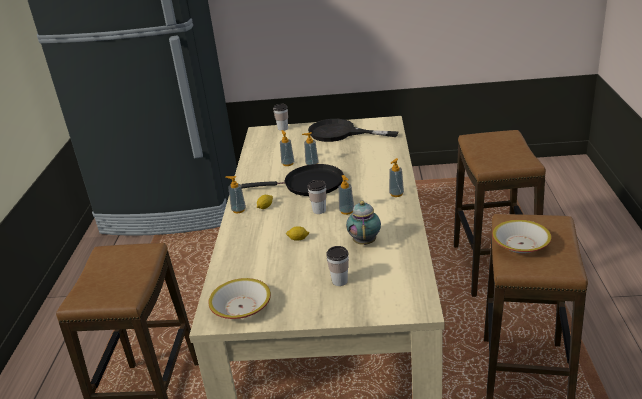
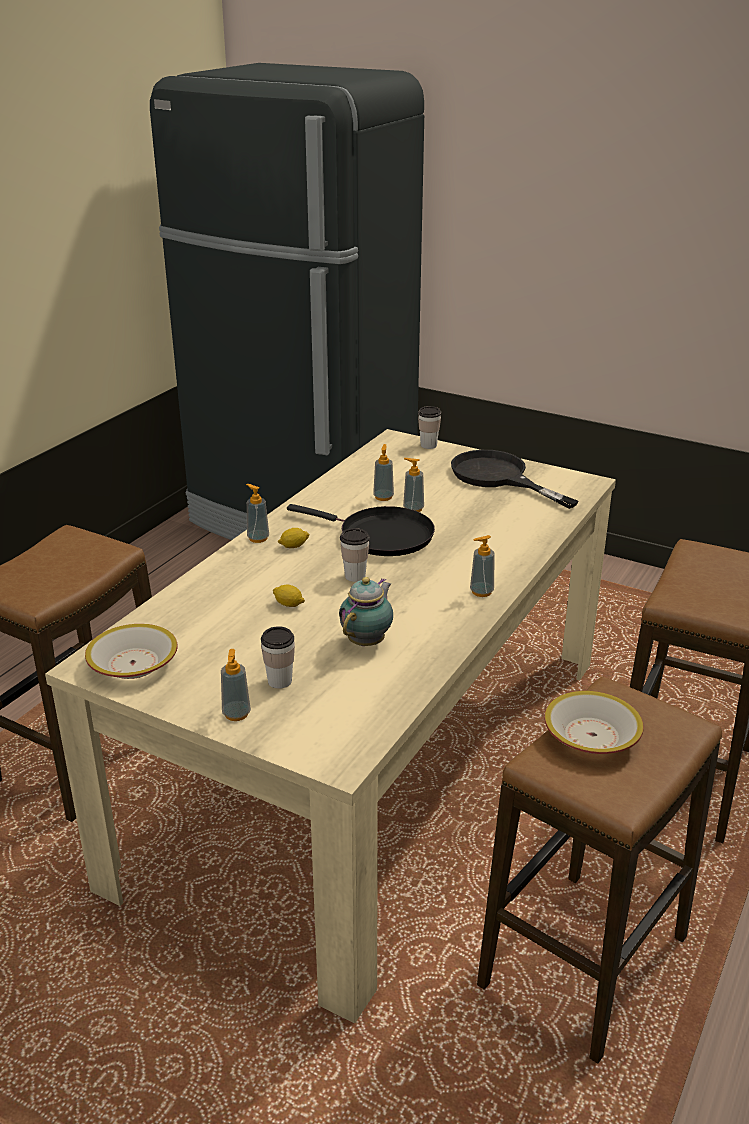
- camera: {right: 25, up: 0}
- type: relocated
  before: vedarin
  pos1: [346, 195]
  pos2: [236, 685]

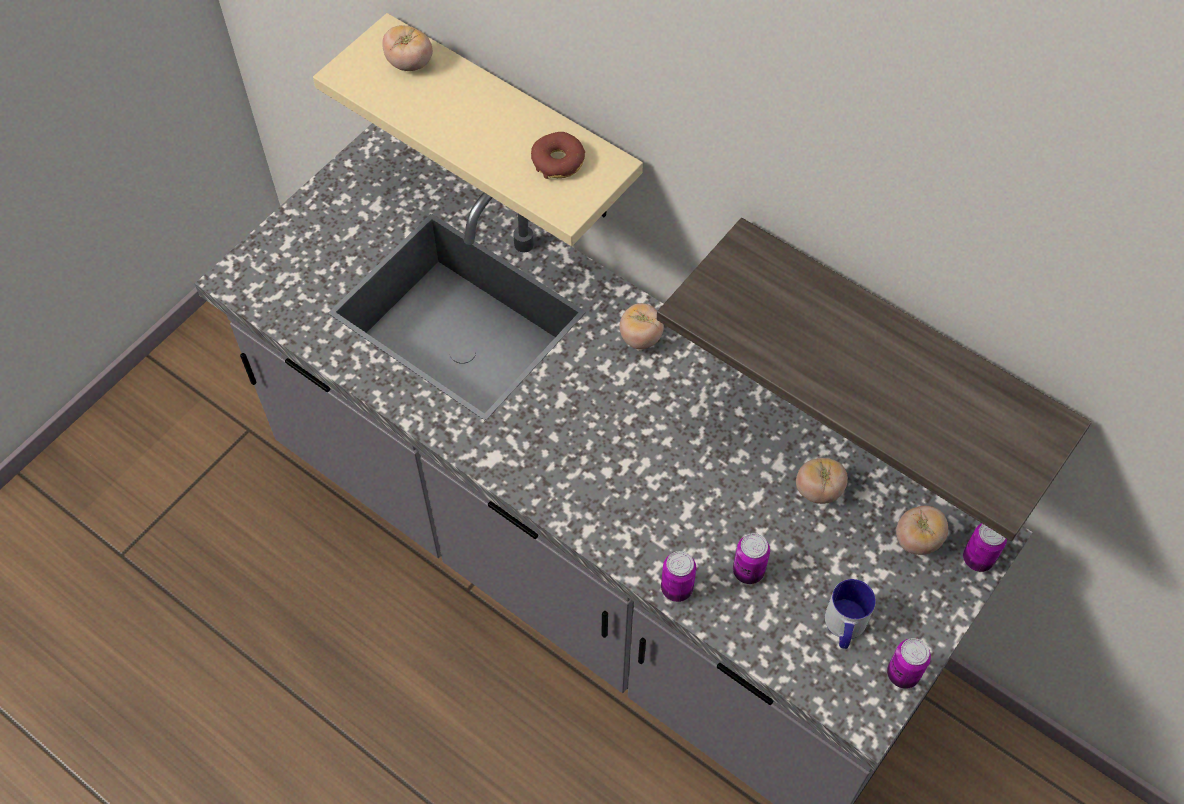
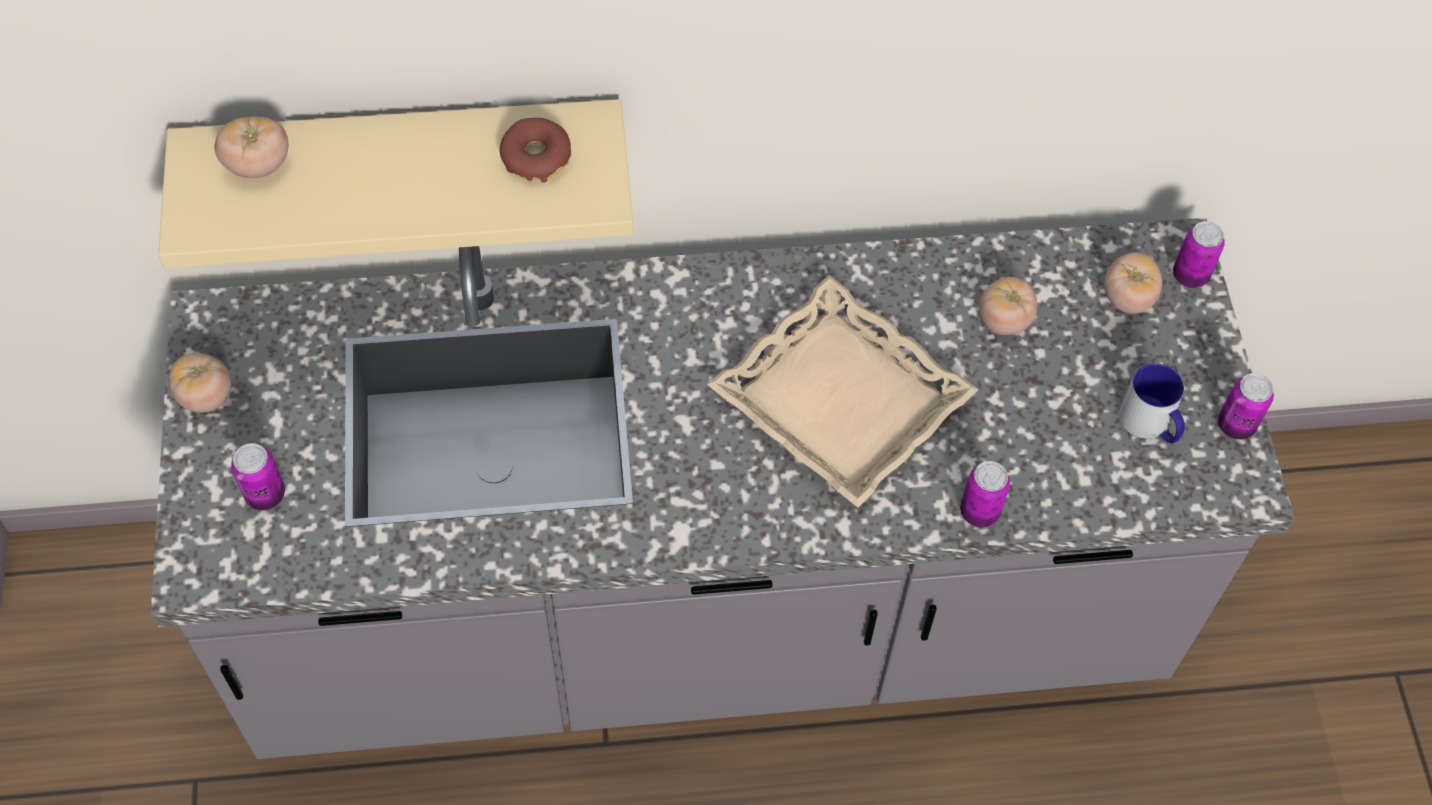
- camera: {right: -45, up: 0}
- type: missing
  before: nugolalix
  pos1: [874, 379]
- type: appeared
  after: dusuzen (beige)
  pos2: [843, 391]
- type: relocated
  before: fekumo
  pos1: [641, 326]
  pos2: [200, 383]
- type: relocated
  before: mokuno
  pos1: [751, 558]
  pos2: [258, 476]

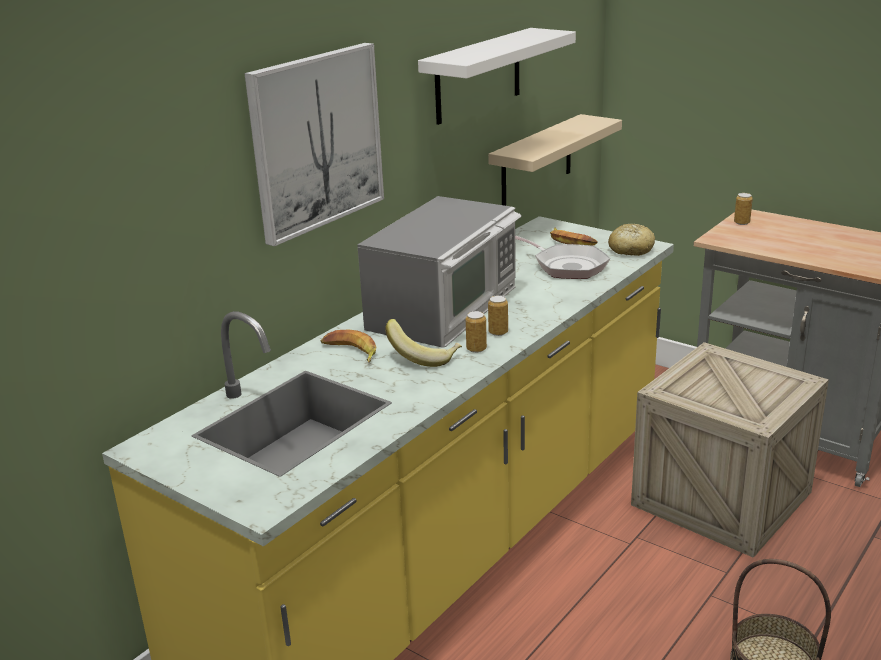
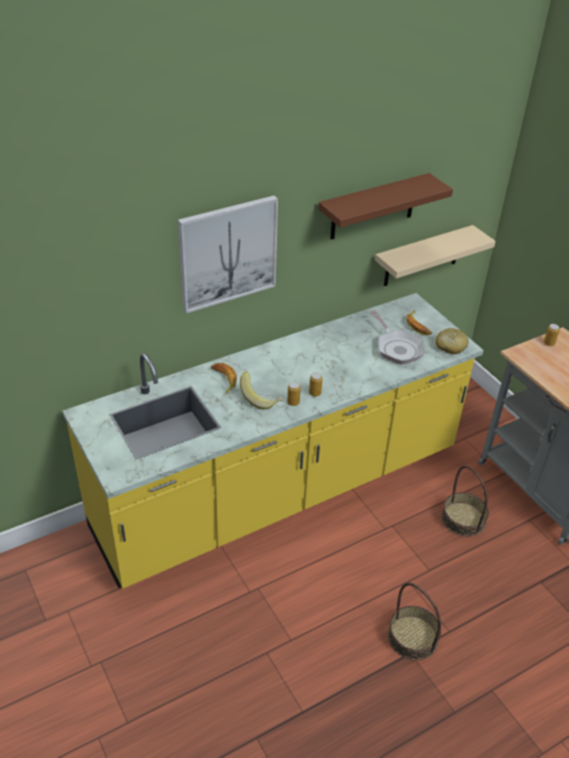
- camera: {right: 20, up: 15}
- type: missing
  before: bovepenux
  pos1: [439, 272]
- type: exchanged
  before: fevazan
  after: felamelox
  pos1: [730, 450]
  pos2: [465, 501]
- type: colour
  before: nugolalix (white)
  after: nugolalix (brown)
  pos1: [497, 76]
  pos2: [385, 206]

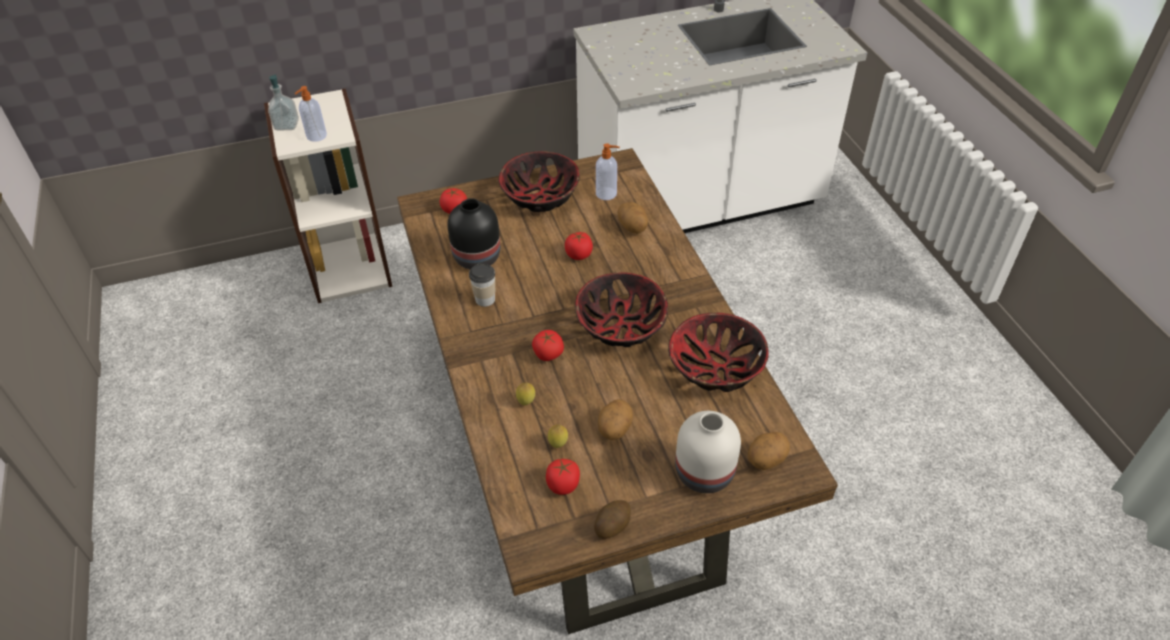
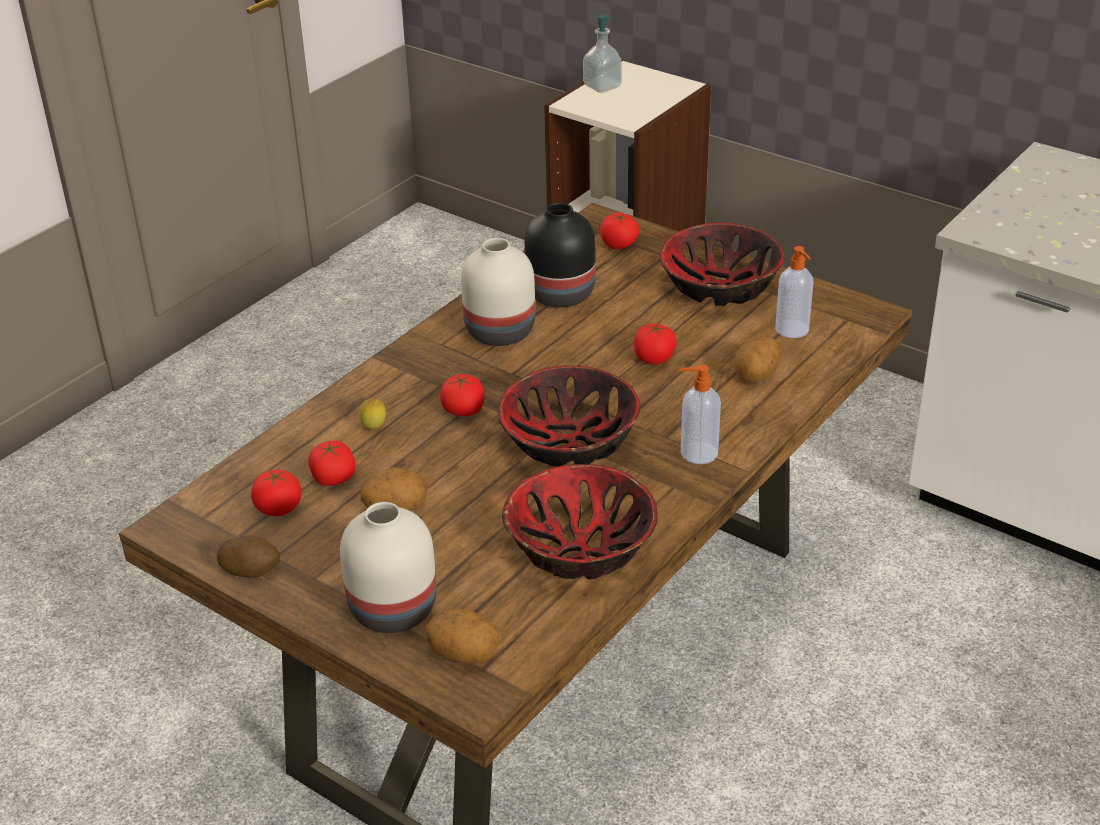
- camera: {right: 55, up: -10}
- type: relocated
  before: vedarin
  pos1: [311, 114]
  pos2: [700, 414]
- type: exchanged
  before: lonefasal
  after: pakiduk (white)
  pos1: [482, 285]
  pos2: [498, 292]
- type: exchanged
  before: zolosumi
  after: fekumo
  pos1: [558, 436]
  pos2: [331, 463]

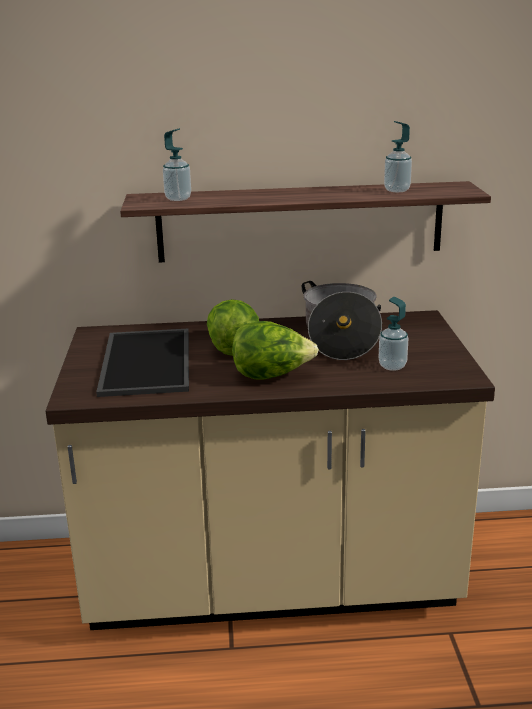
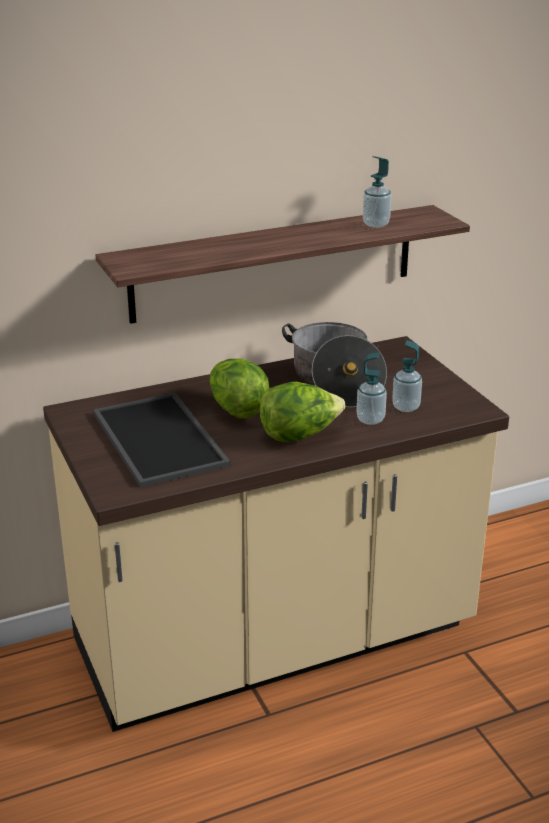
- camera: {right: -20, up: 5}
- type: relocated
  before: vedarin
  pos1: [177, 164]
  pos2: [372, 388]

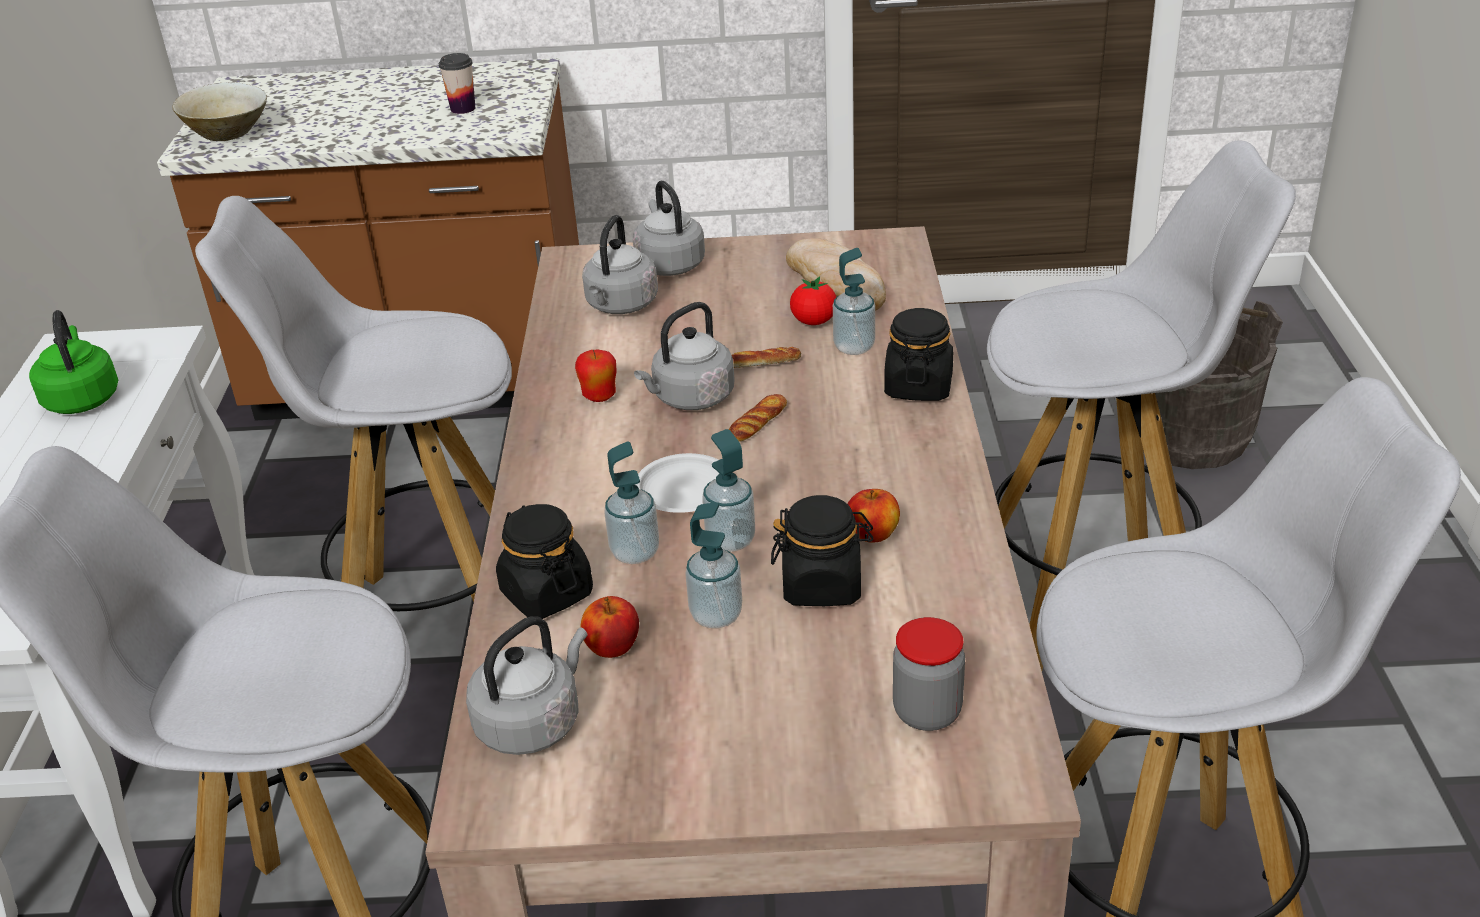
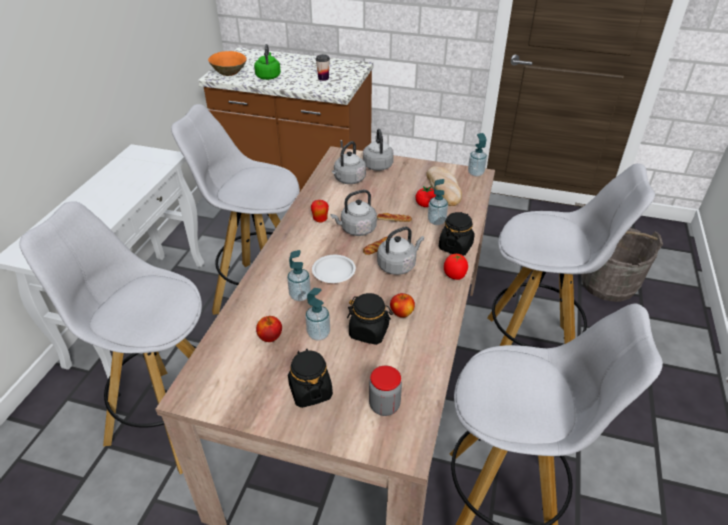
- camera: {right: 15, up: 5}
- type: appeared
  after: fekumo
  pos2: [456, 267]
- type: relocated
  before: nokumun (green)
  pos1: [73, 362]
  pos2: [267, 62]
- type: relocated
  before: nokumun (grey)
  pos1: [526, 685]
  pos2: [400, 251]
- type: relocated
  before: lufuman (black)
  pos1: [544, 561]
  pos2: [310, 378]
- type: relocated
  before: vedarin
  pos1: [728, 490]
  pos2: [477, 154]
- type: colour
  before: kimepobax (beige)
  after: kimepobax (orange)
  pos1: [219, 111]
  pos2: [227, 63]

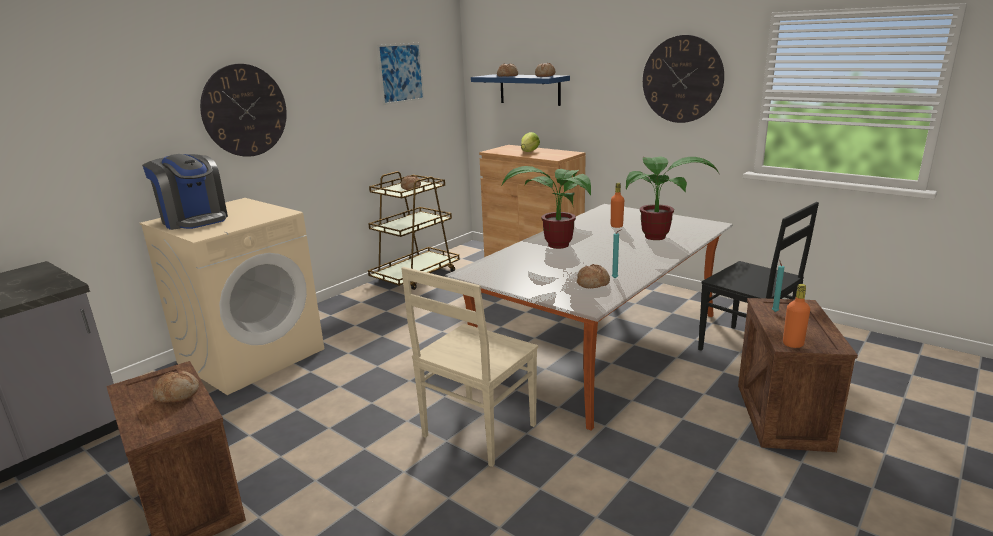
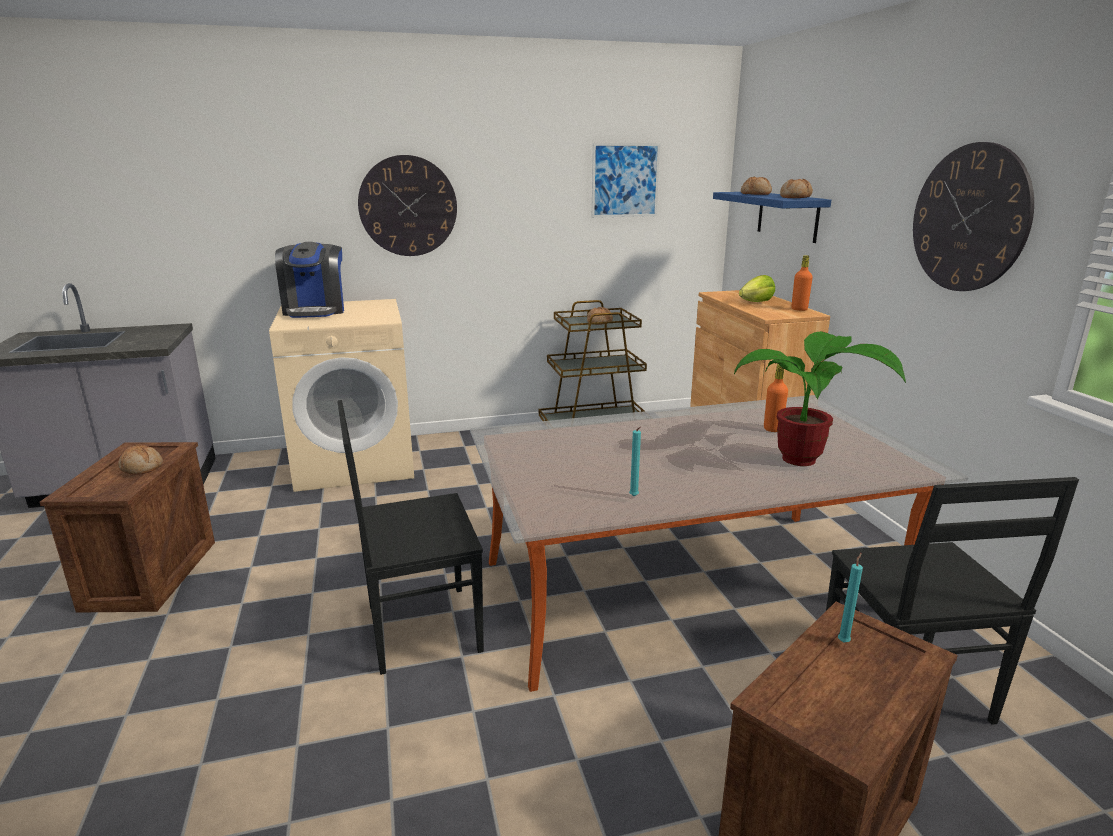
- camera: {right: 35, up: 0}
- type: missing
  before: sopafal
  pos1: [546, 207]
- type: missing
  before: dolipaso
  pos1: [593, 276]
- type: relocated
  before: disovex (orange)
  pos1: [796, 316]
  pos2: [802, 283]
- type: colour
  before: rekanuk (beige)
  after: rekanuk (black)
  pos1: [469, 367]
  pos2: [410, 537]

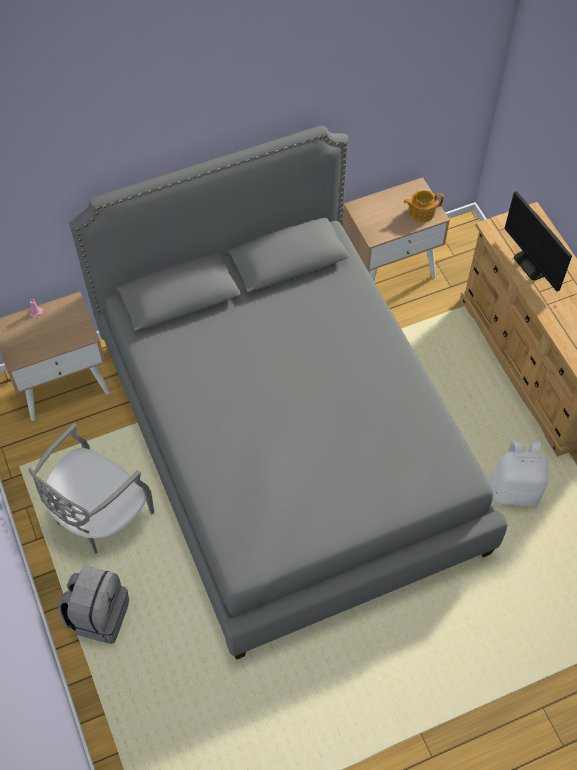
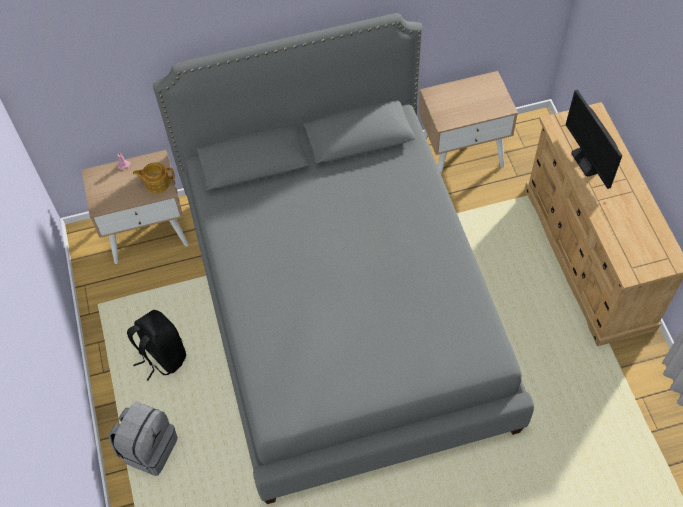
- camera: {right: 10, up: 0}
- type: missing
  before: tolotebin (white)
  pos1: [519, 473]
- type: relocated
  before: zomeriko
  pos1: [424, 206]
  pos2: [154, 178]
- type: exchanged
  before: rekanuk (grey)
  after: tolotebin (black)
  pos1: [91, 488]
  pos2: [156, 345]

